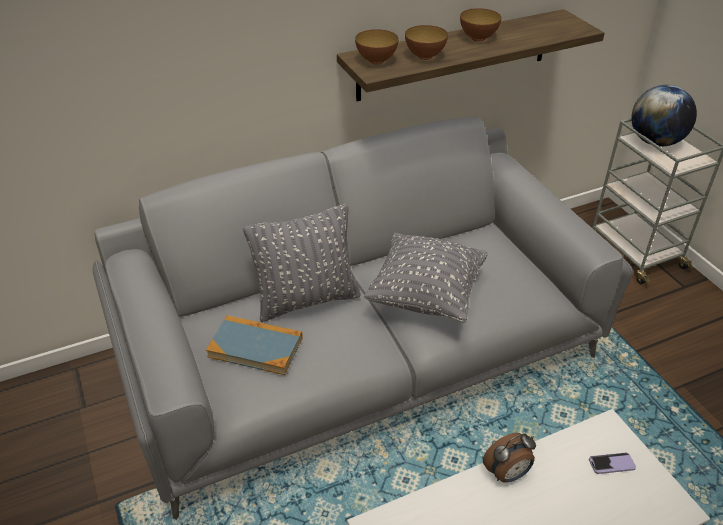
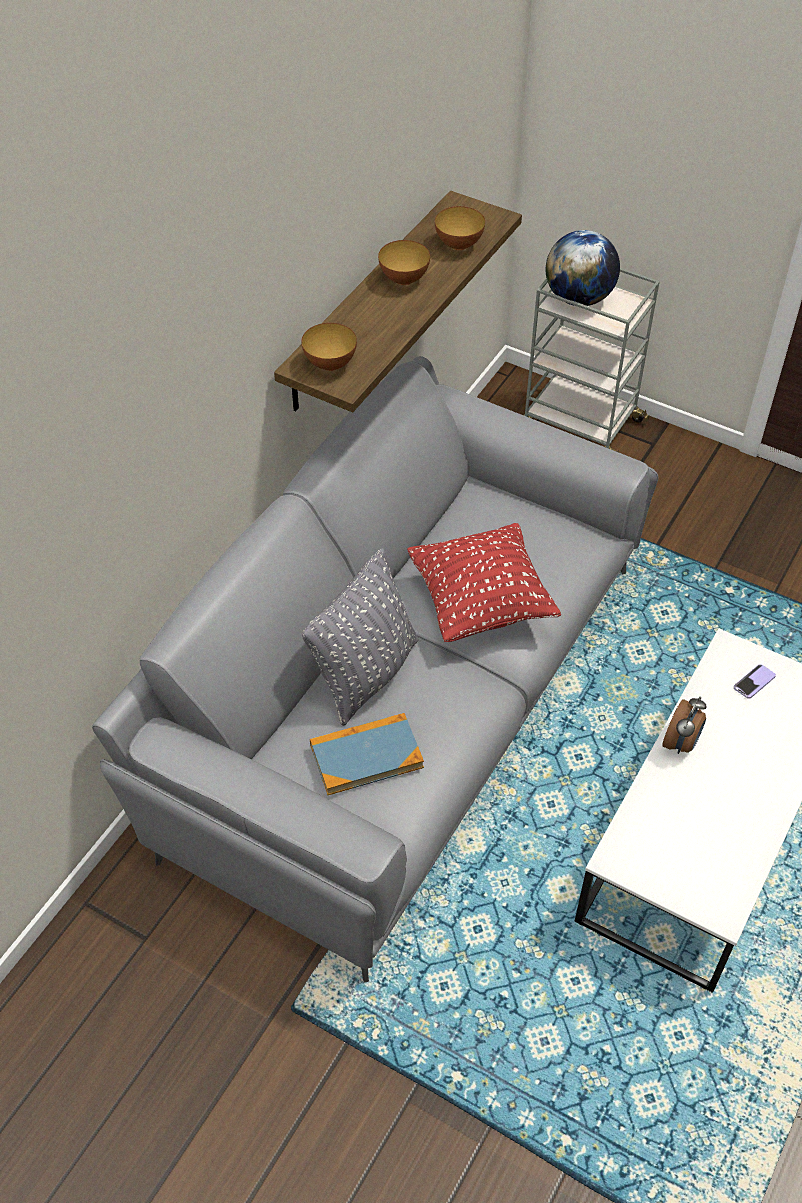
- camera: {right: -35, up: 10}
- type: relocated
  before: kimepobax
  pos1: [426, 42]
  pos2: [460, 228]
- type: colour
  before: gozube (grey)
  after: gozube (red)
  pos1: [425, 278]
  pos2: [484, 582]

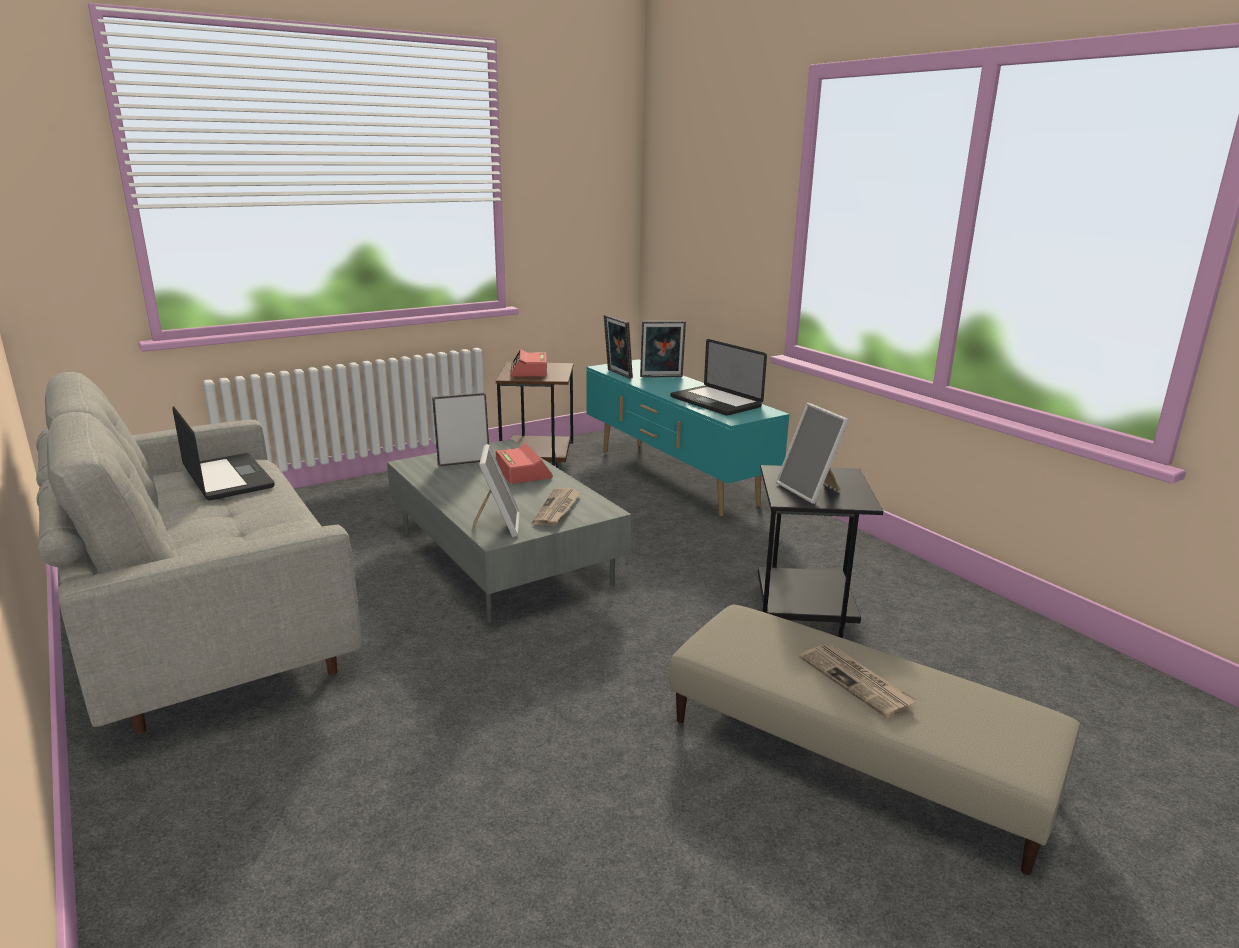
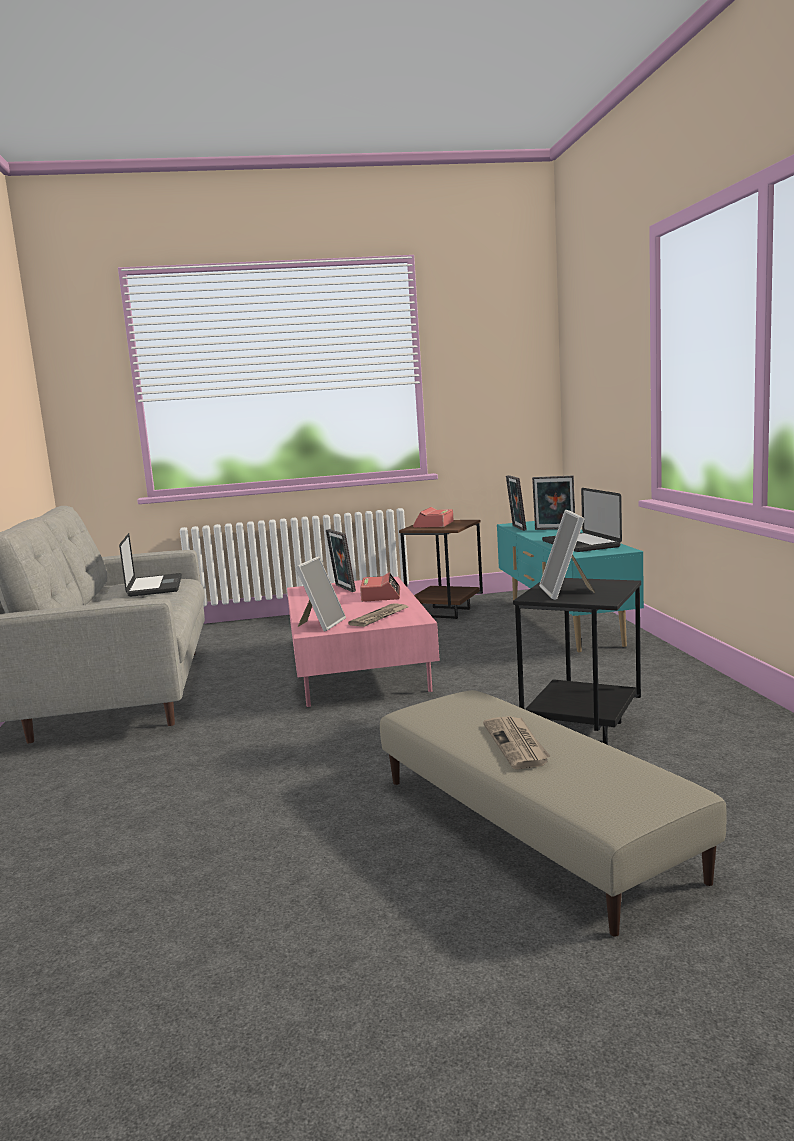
- camera: {right: 25, up: -10}
- type: colour
  before: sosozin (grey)
  after: sosozin (pink)
  pos1: [509, 531]
  pos2: [363, 642]
- type: spun
  before: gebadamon
  pos1: [460, 429]
  pos2: [341, 560]
  turn: -120

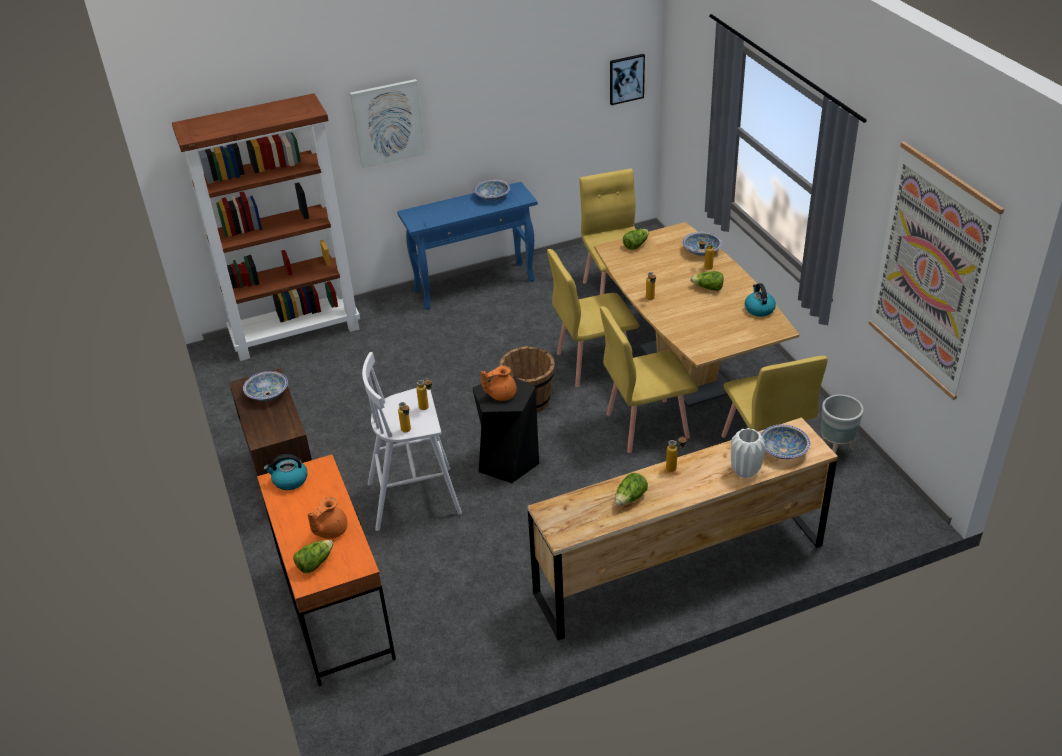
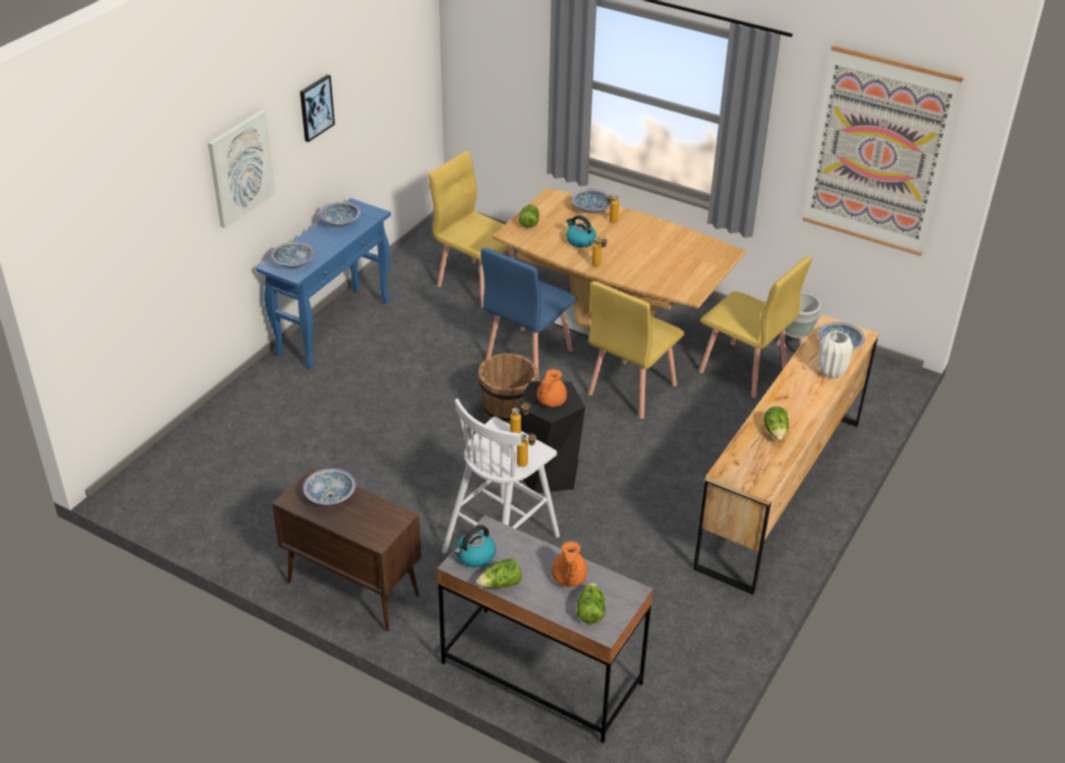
- camera: {right: -40, up: 0}
- type: missing
  before: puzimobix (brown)
  pos1: [266, 227]
- type: missing
  before: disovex
  pos1: [676, 454]
- type: appeared
  after: kimepobax
  pos2: [293, 255]
- type: relocated
  before: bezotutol
  pos1: [627, 79]
  pos2: [317, 108]
- type: relocated
  before: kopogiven
  pos1: [706, 281]
  pos2: [499, 573]
- type: relocated
  before: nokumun
  pos1: [760, 300]
  pos2: [581, 231]
- type: colour
  before: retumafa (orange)
  after: retumafa (grey)
  pos1: [326, 570]
  pos2: [545, 629]
- type: colour
  before: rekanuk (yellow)
  after: rekanuk (blue)
  pos1: [593, 318]
  pos2: [529, 314]

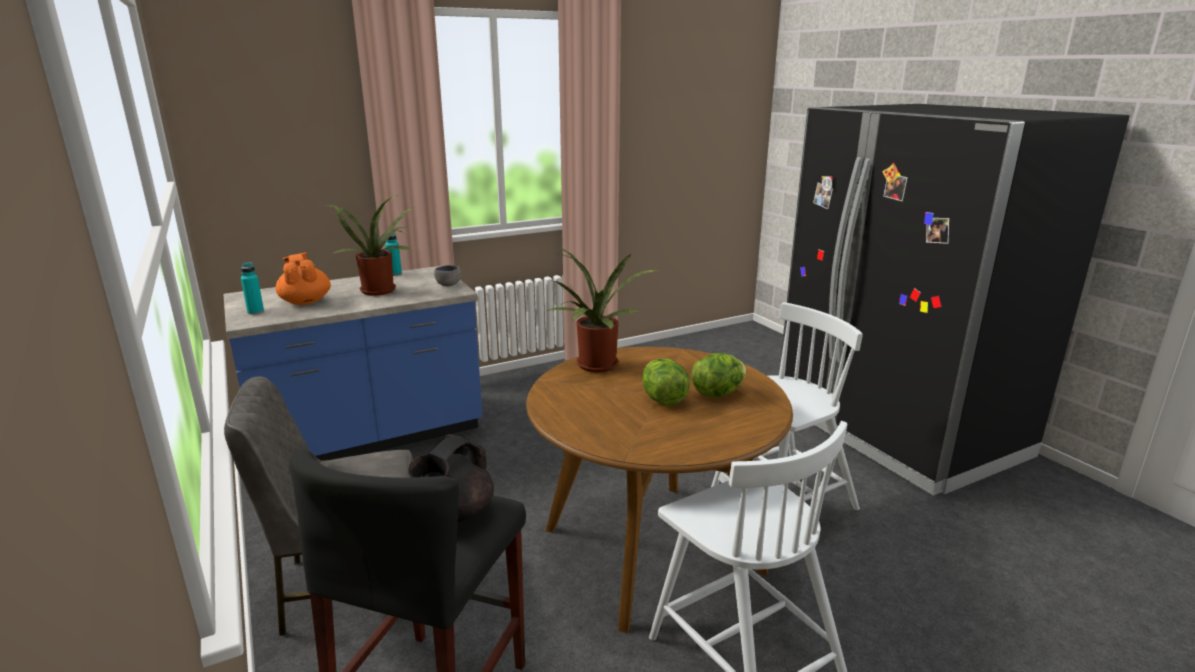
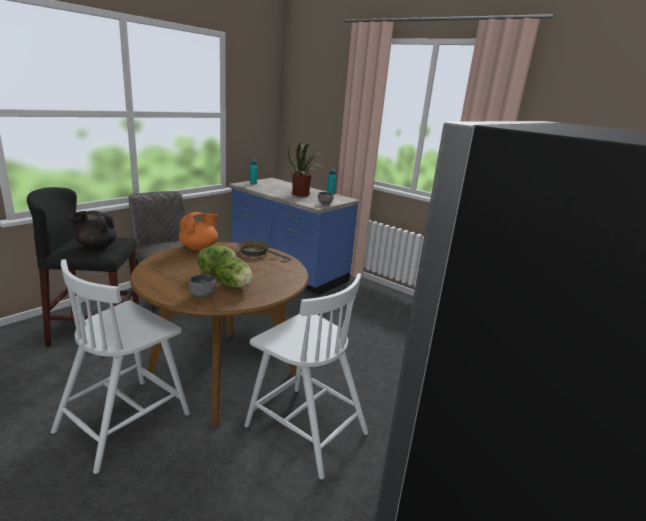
- camera: {right: 65, up: 0}
- type: appeared
  after: kimepobax (grey)
  pos2: [202, 286]
- type: relocated
  before: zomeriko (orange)
  pos1: [303, 279]
  pos2: [198, 231]
- type: exchanged
  before: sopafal
  after: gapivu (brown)
  pos1: [602, 310]
  pos2: [264, 250]

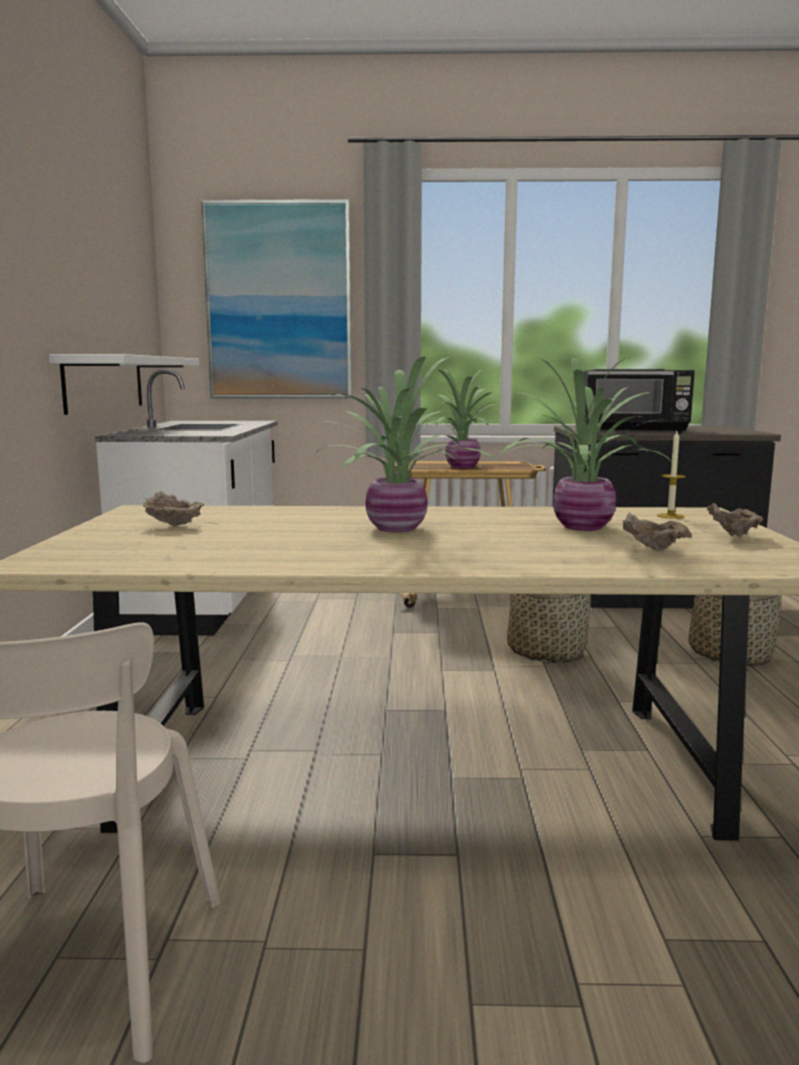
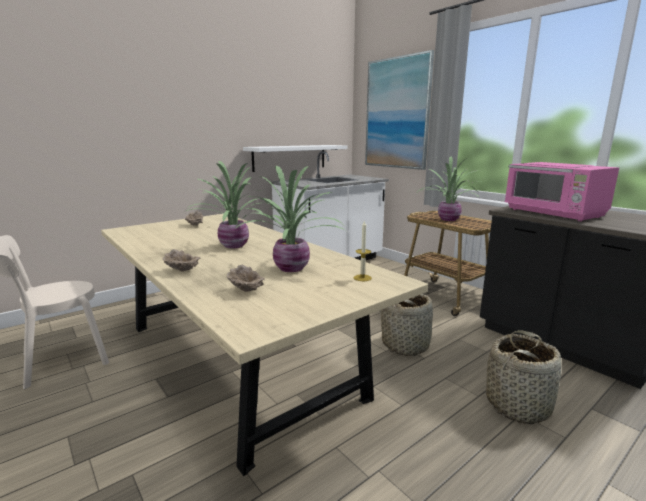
- camera: {right: 50, up: 5}
- type: relocated
  before: kimepobax (beige)
  pos1: [735, 520]
  pos2: [181, 260]
- type: colour
  before: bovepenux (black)
  after: bovepenux (pink)
  pos1: [639, 401]
  pos2: [562, 192]

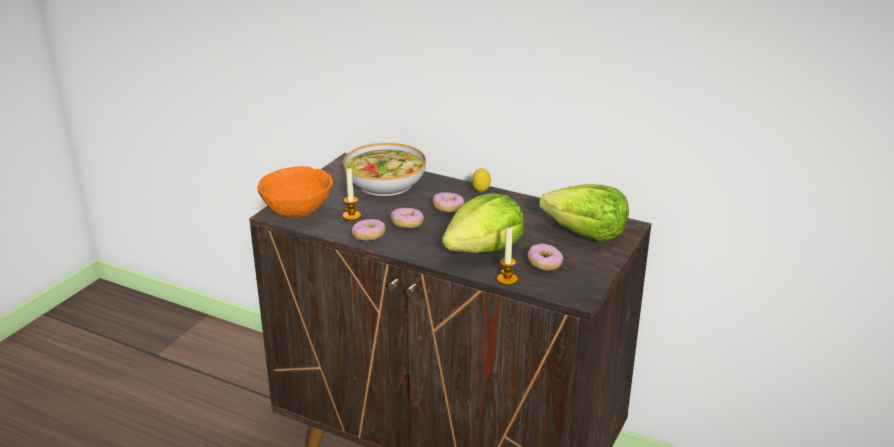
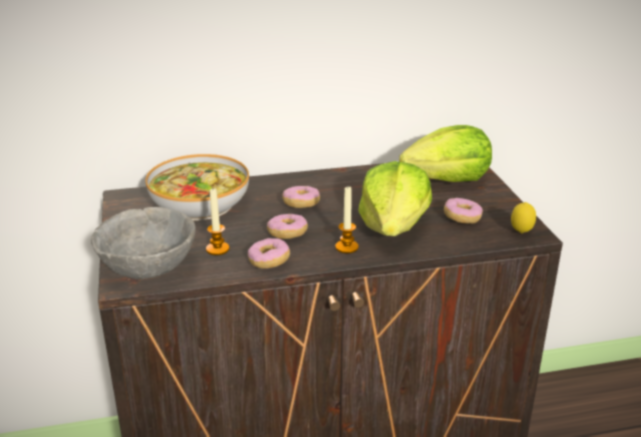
- camera: {right: -40, up: 0}
- type: relocated
  before: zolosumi
  pos1: [481, 180]
  pos2: [523, 217]
- type: relocated
  before: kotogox
  pos1: [507, 256]
  pos2: [347, 220]
- type: colour
  before: kimepobax (orange)
  after: kimepobax (grey)
  pos1: [295, 191]
  pos2: [143, 243]

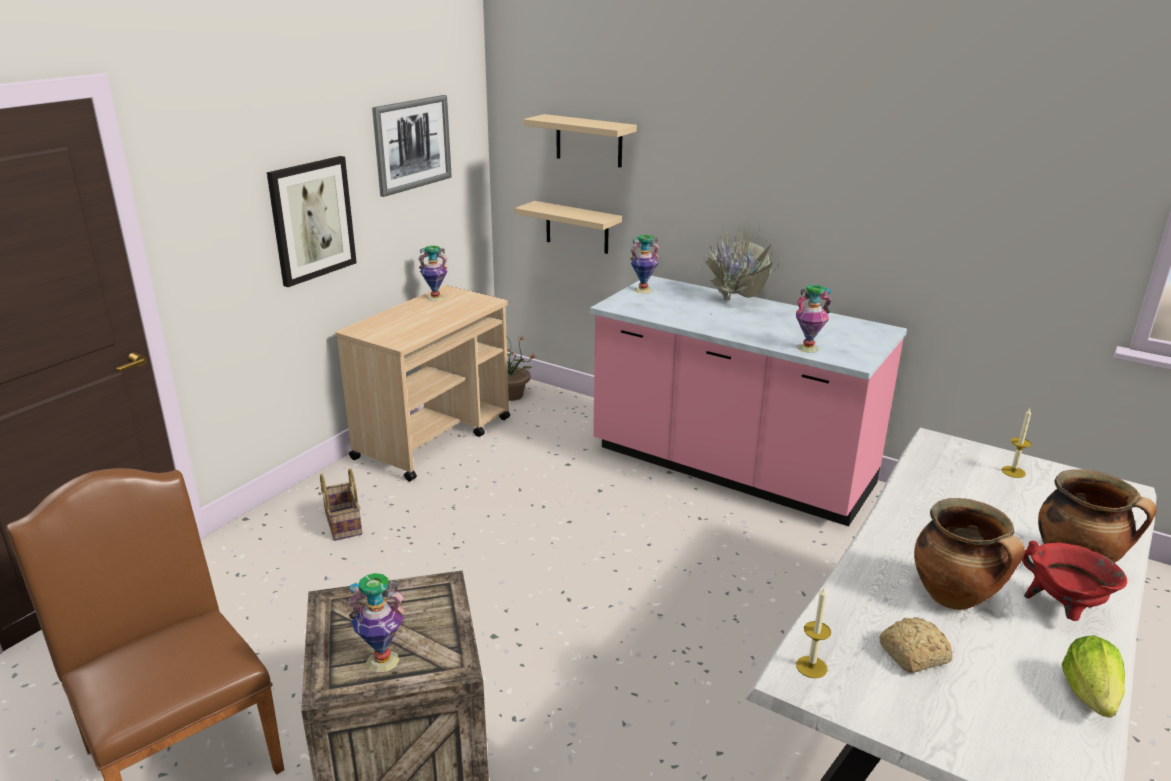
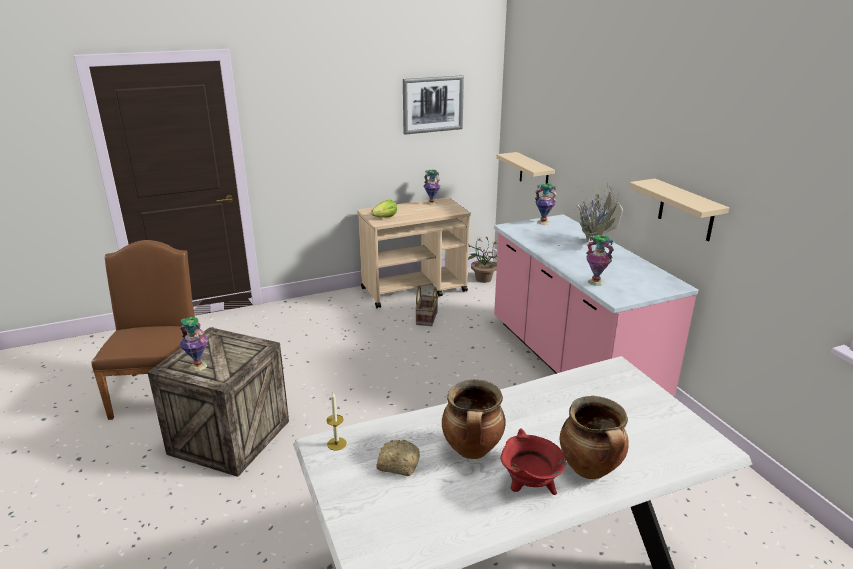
- camera: {right: 35, up: 0}
- type: missing
  before: bezotutol
  pos1: [312, 221]
- type: missing
  before: kotogox
  pos1: [1017, 443]
- type: relocated
  before: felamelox
  pos1: [341, 504]
  pos2: [426, 306]
- type: relocated
  before: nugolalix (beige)
  pos1: [580, 141]
  pos2: [679, 210]
- type: relocated
  before: kopogiven
  pos1: [1093, 676]
  pos2: [384, 209]

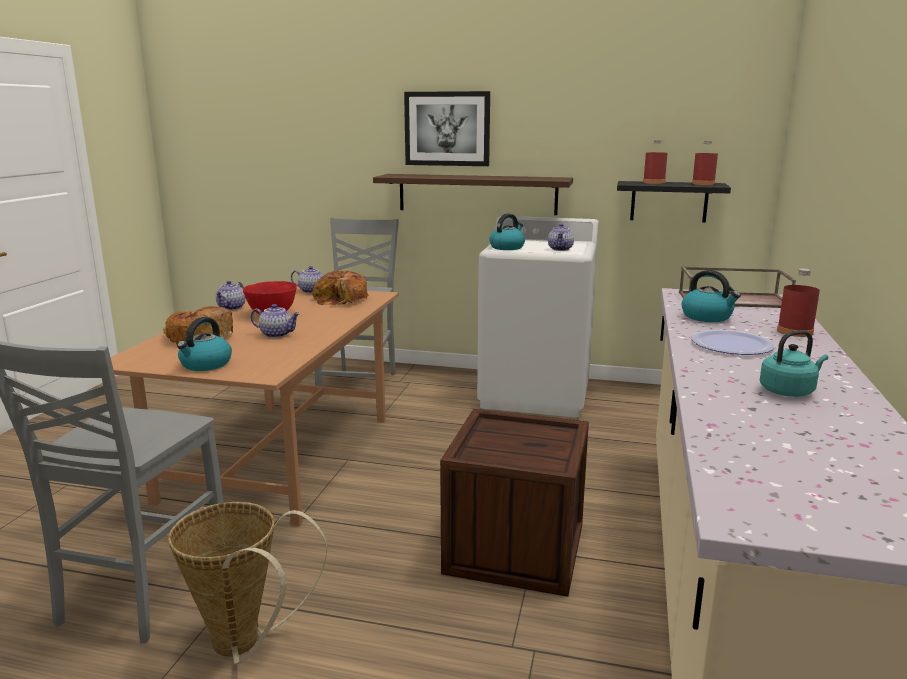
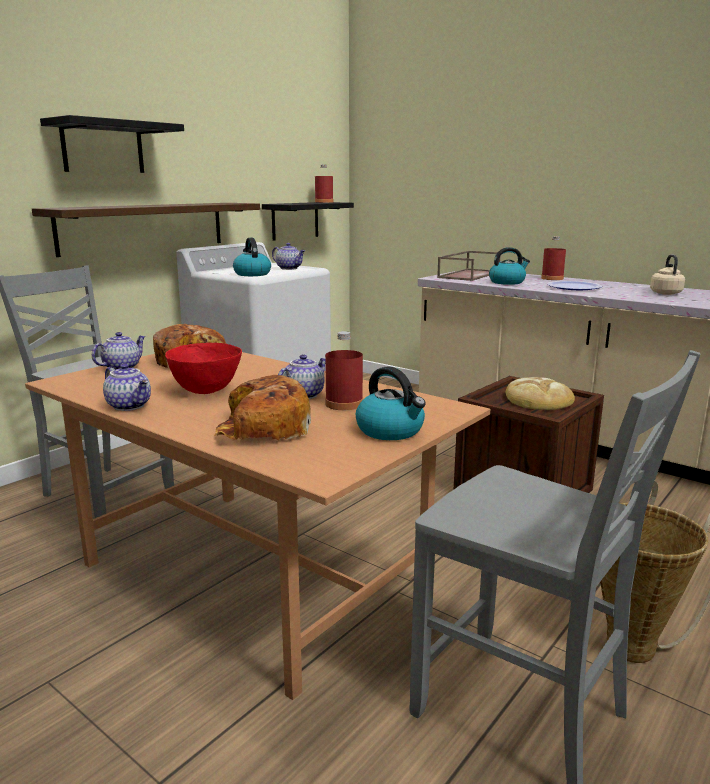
- camera: {right: -65, up: 0}
- type: appeared
  after: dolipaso
  pos2: [540, 393]
- type: relocated
  before: disovex (red)
  pos1: [655, 162]
  pos2: [344, 370]
- type: exchanged
  before: bezotutol
  after: nugolalix (black)
  pos1: [447, 128]
  pos2: [112, 144]
- type: colour
  before: nokumun (turquoise)
  after: nokumun (beige)
  pos1: [794, 363]
  pos2: [667, 275]

